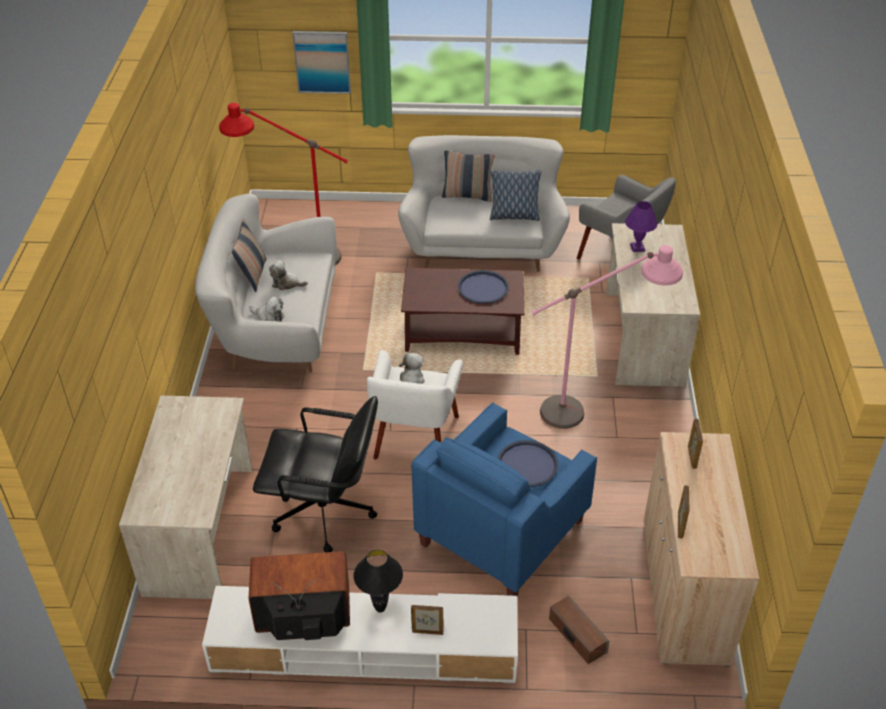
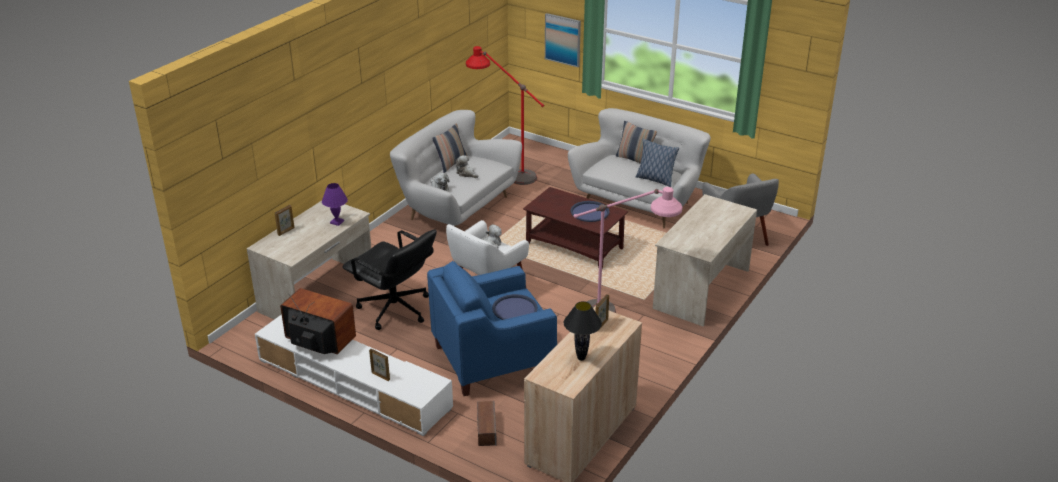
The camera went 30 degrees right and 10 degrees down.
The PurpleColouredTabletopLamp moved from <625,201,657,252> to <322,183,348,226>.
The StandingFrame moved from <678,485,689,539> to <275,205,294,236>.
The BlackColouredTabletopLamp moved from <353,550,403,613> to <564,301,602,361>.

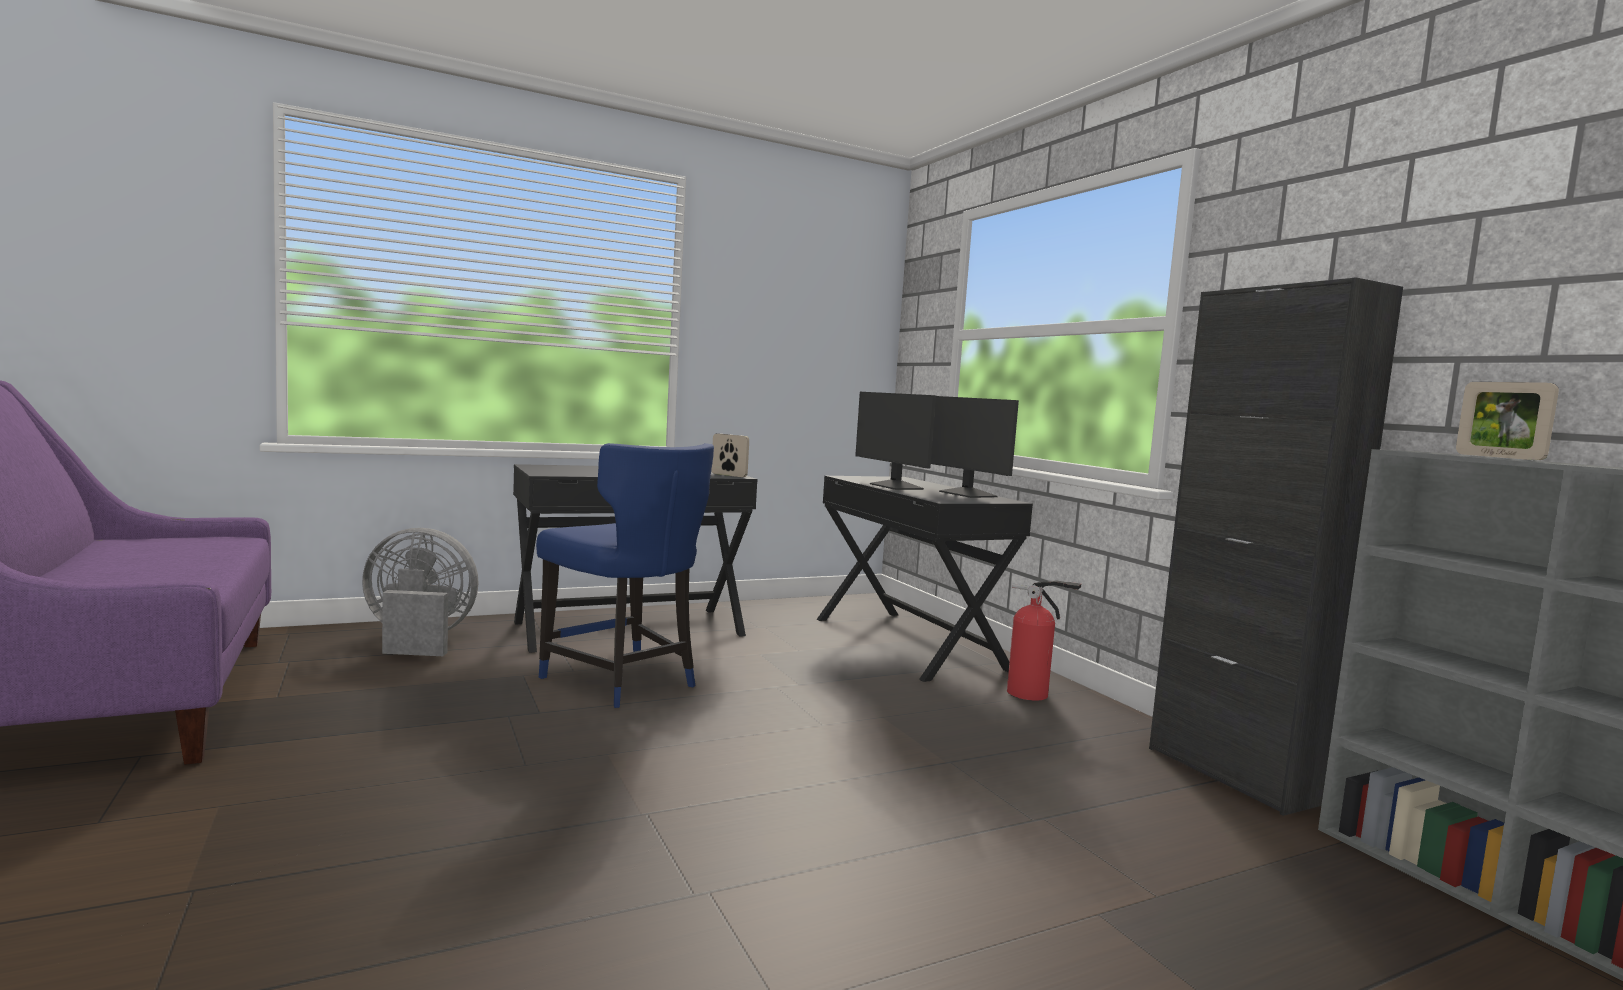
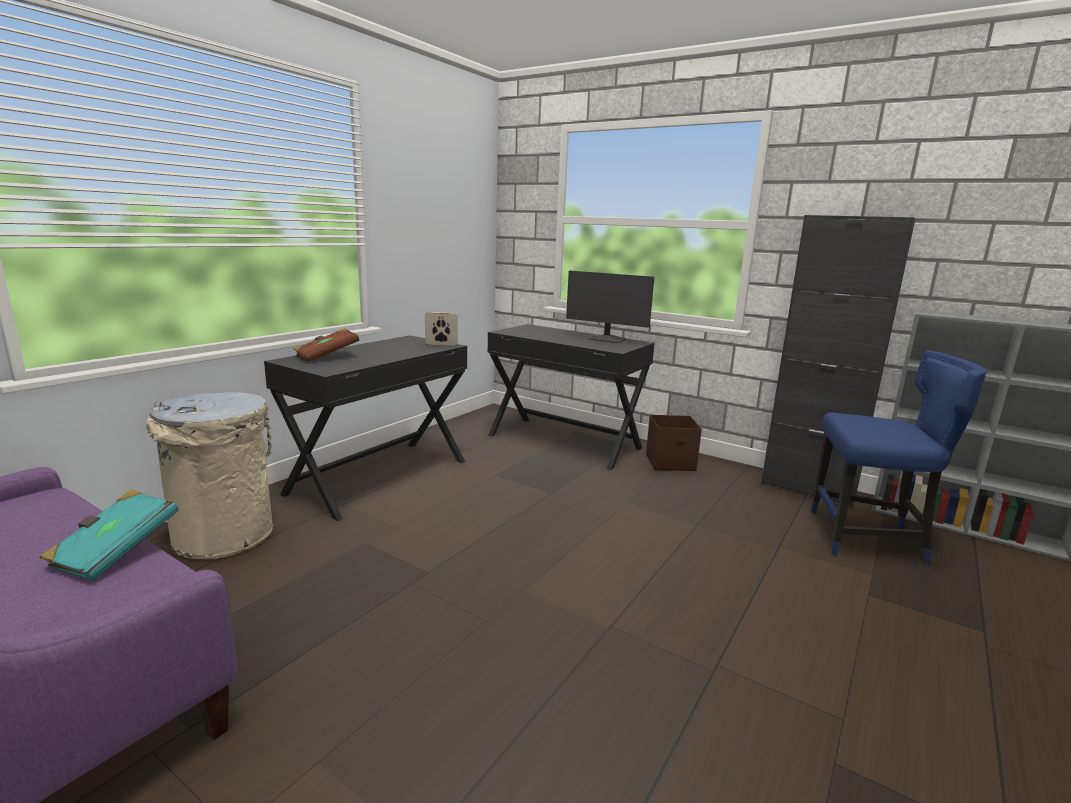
The camera went 30 degrees left and 10 degrees up.
The StandingFrame at <1456,382,1559,460> disappeared.
The ComputerDisplay at <855,392,936,490> disappeared.
The BlueColouredPlainChair moved from <536,443,714,708> to <811,350,987,564>.
The GrayCoolingFan at <362,528,479,656> was replaced by the BeigeColouredRubbishBin at <146,392,273,559>.
The FireFightingCylinder at <1007,580,1081,701> was replaced by the BrownColouredStorageBin at <646,415,702,471>.
The BrownColouredBoundBook at <293,328,359,362> appeared.
The TurquoiseBoundBook at <39,490,179,581> appeared.

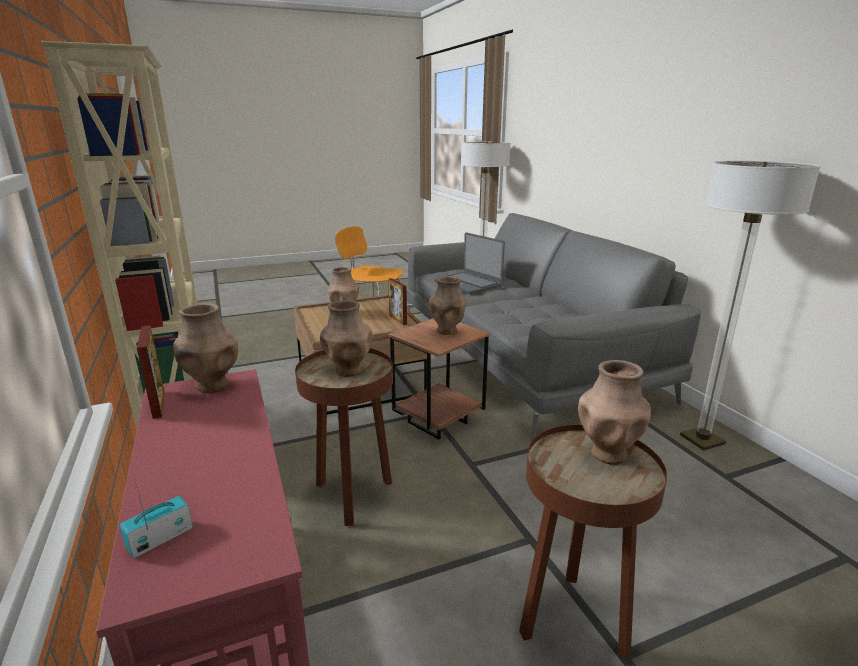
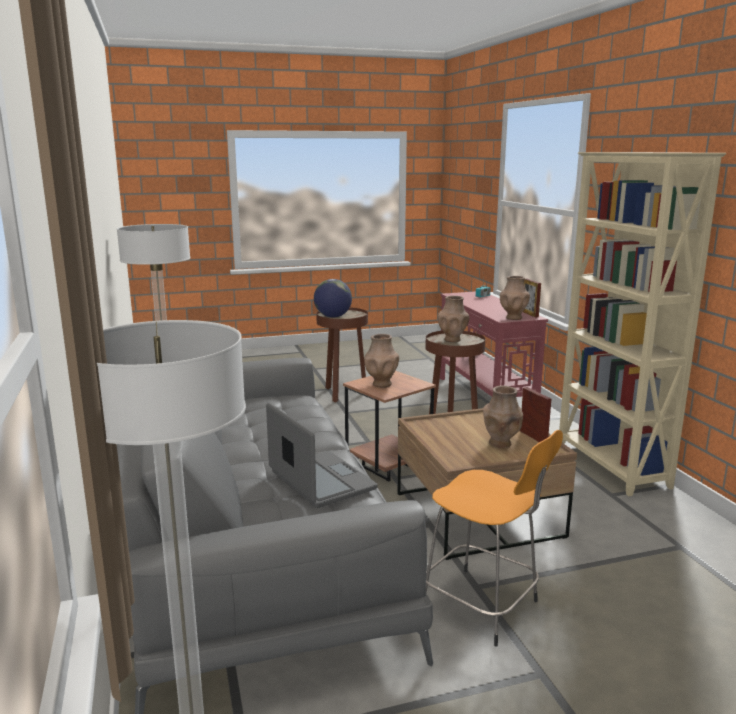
The camera went 175 degrees left and 5 degrees down.
The StandingFrame moved from <388,278,407,325> to <520,387,551,442>.
The BrownColouredVase at <578,360,651,465> was replaced by the Globe at <314,279,352,318>.

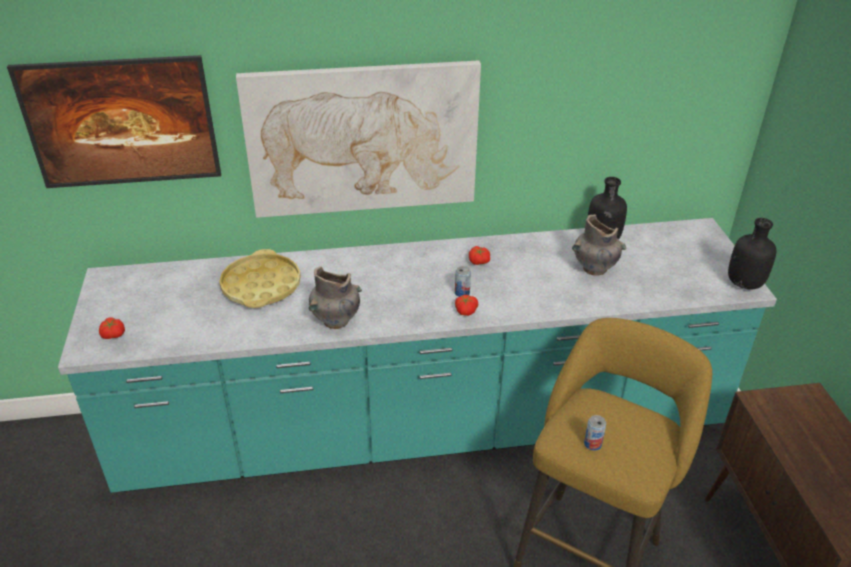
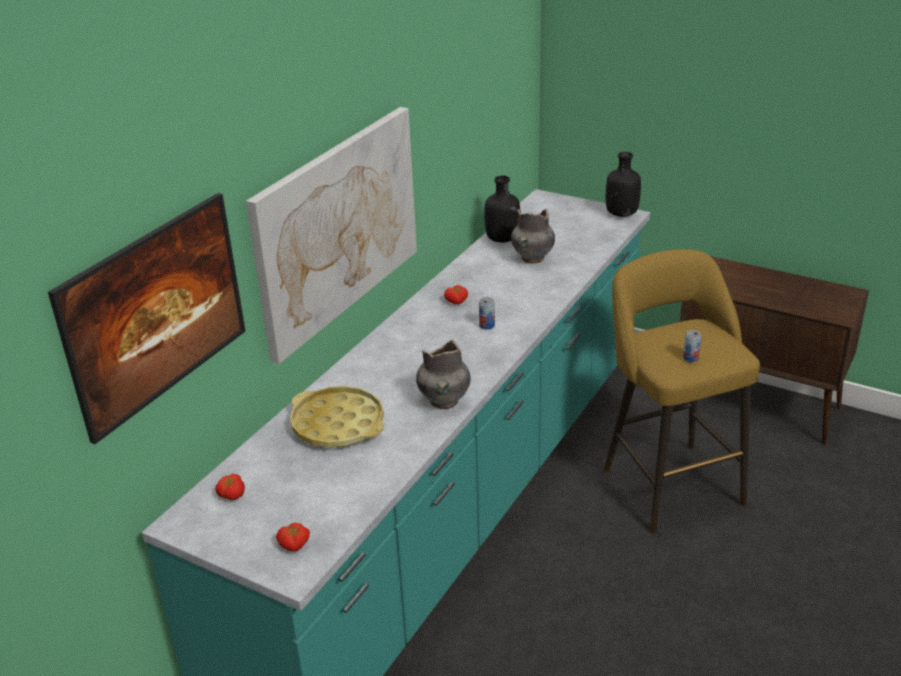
The camera went 50 degrees left and 5 degrees down.
The WholeTomato moved from <455,295,478,316> to <216,474,245,500>.

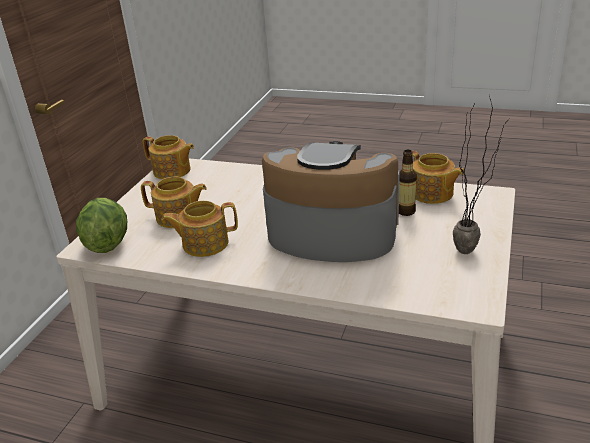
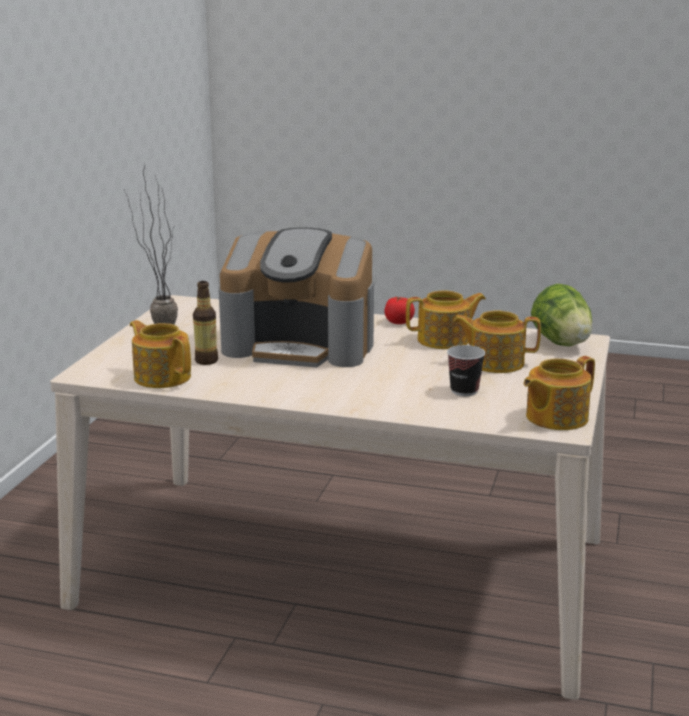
The camera went 175 degrees right and 10 degrees down.
The PotForTea at <143,135,194,179> turned 60 degrees counterclockwise.
The WholeTomato at <384,297,415,324> appeared.
The DrinkingCup at <447,345,485,396> appeared.

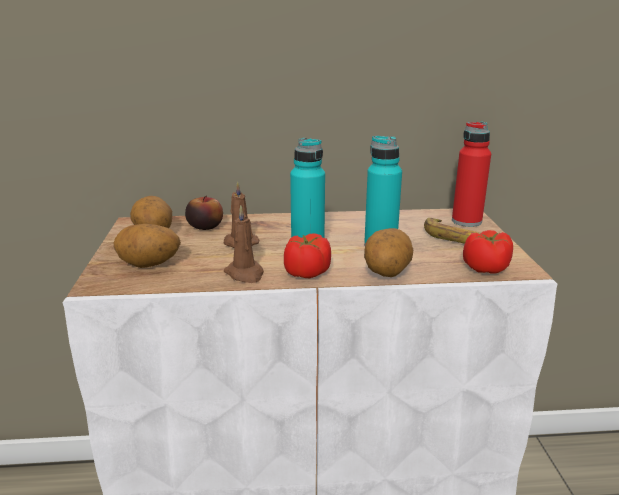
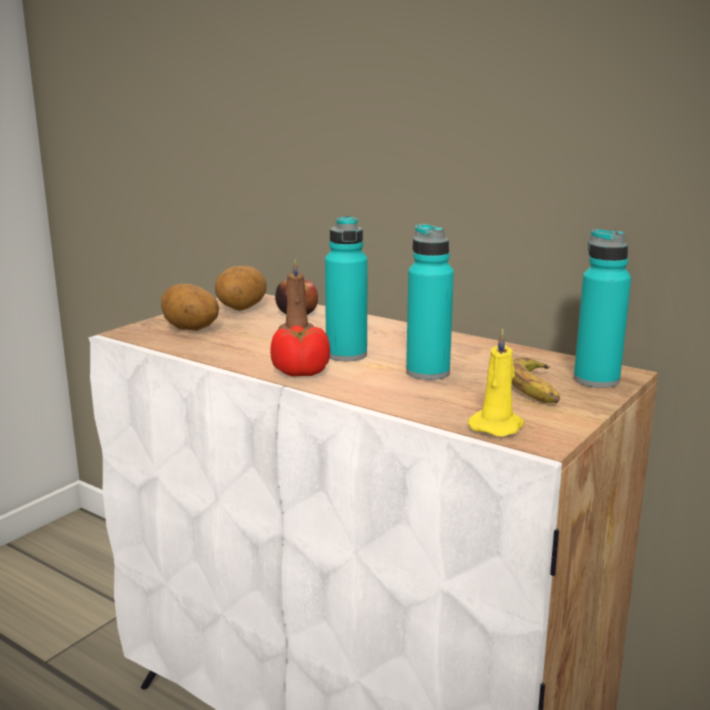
The camera went 40 degrees right and 5 degrees down.
The ReddishDrinkBottle at <452,122,491,227> became the TurquoiseDrinkBottle at <574,229,631,388>.
The BrownColouredWaxLight at <224,205,264,283> disappeared.
The Spud at <364,228,413,277> disappeared.
The WholeTomato at <463,230,513,274> was replaced by the YellowWaxLight at <468,328,524,437>.

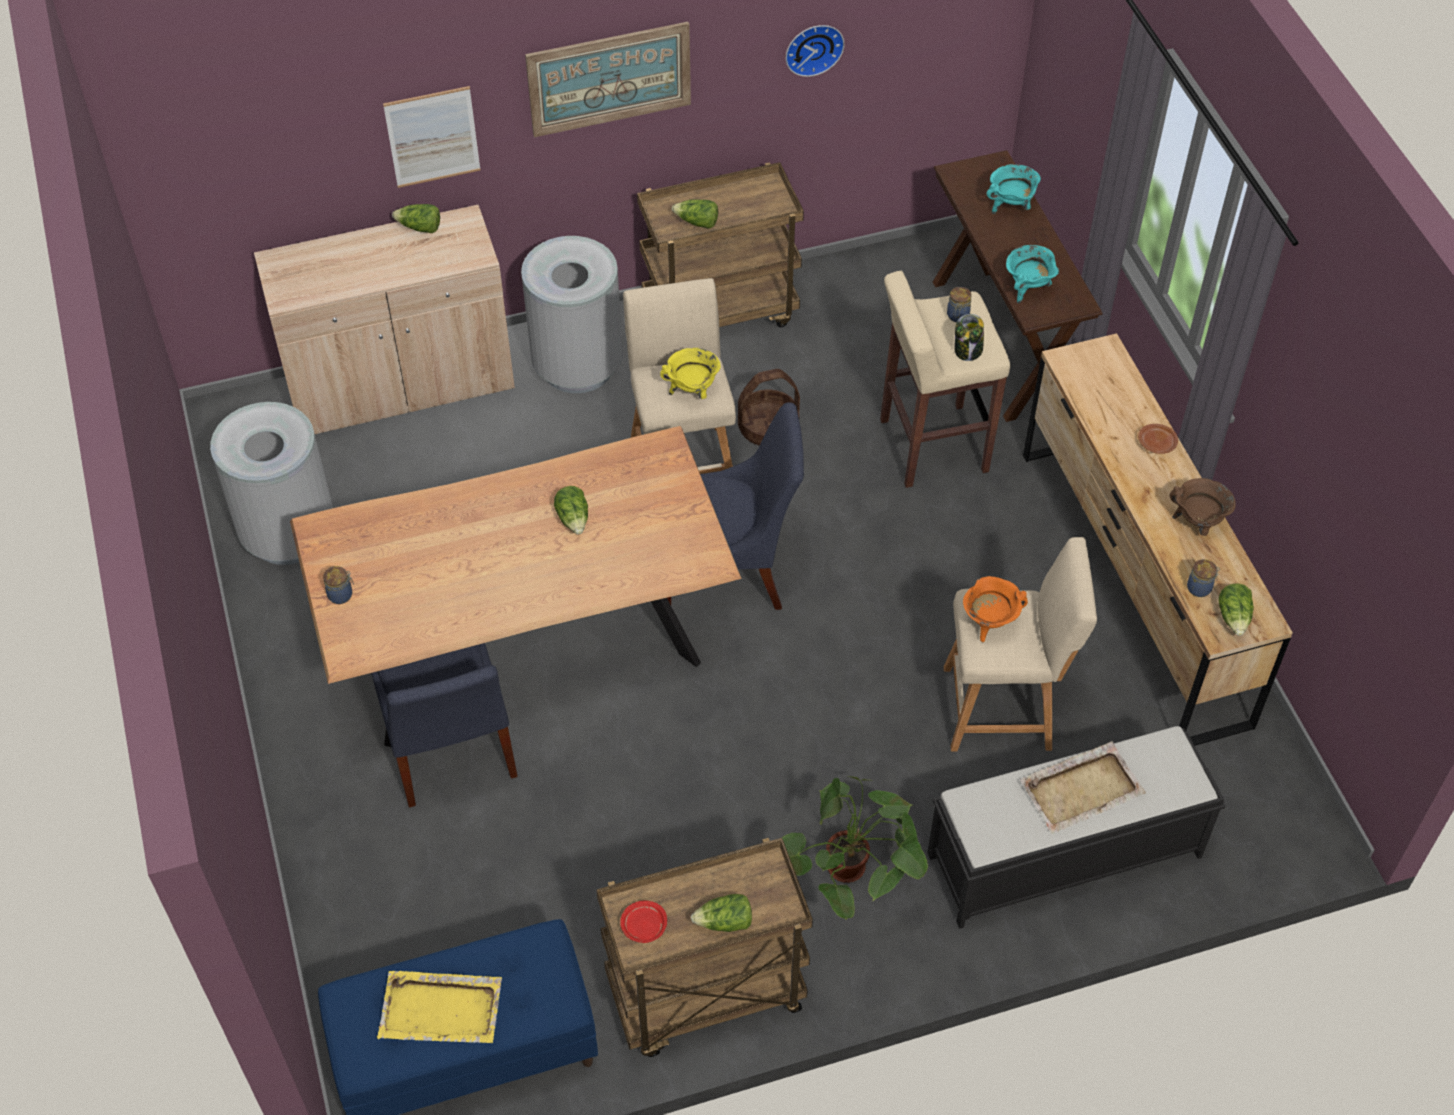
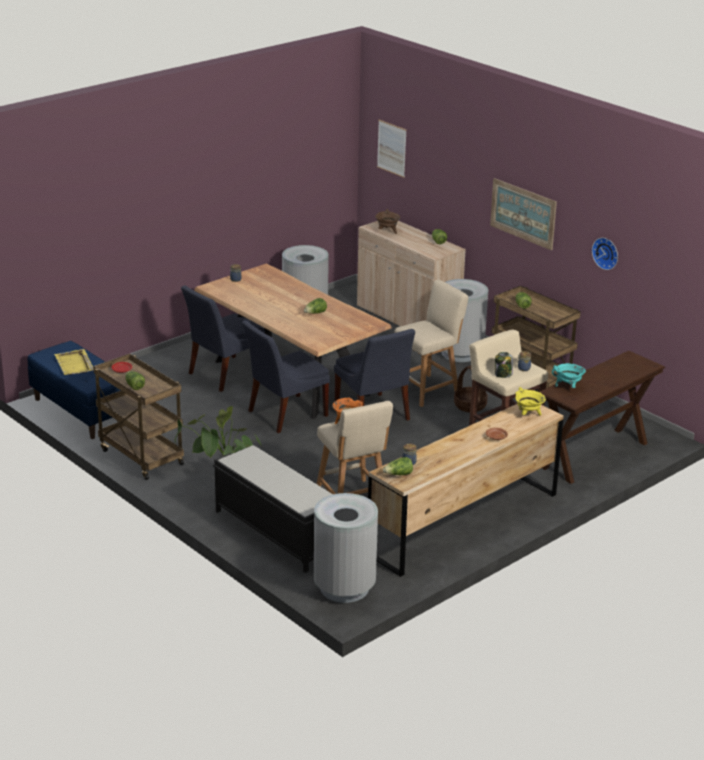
The camera went 65 degrees right and 25 degrees down.
The WallArt moved from <383,86,481,188> to <377,120,407,178>.
The TurquoiseSaucepot at <987,164,1041,214> disappeared.
The YellowSaucepot moved from <660,348,721,399> to <515,387,546,416>.
The BrownColouredSaucepot moved from <1169,478,1236,536> to <375,209,400,234>.
The BeigeColouredServingTray at <1020,741,1146,834> disappeared.
The BlueColouredPlainChair at <242,320,330,433> appeared.
The GrayRubbishBin at <314,493,378,603> appeared.

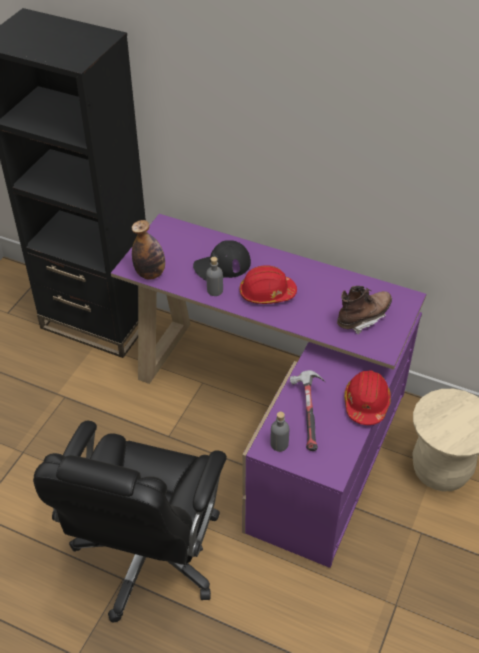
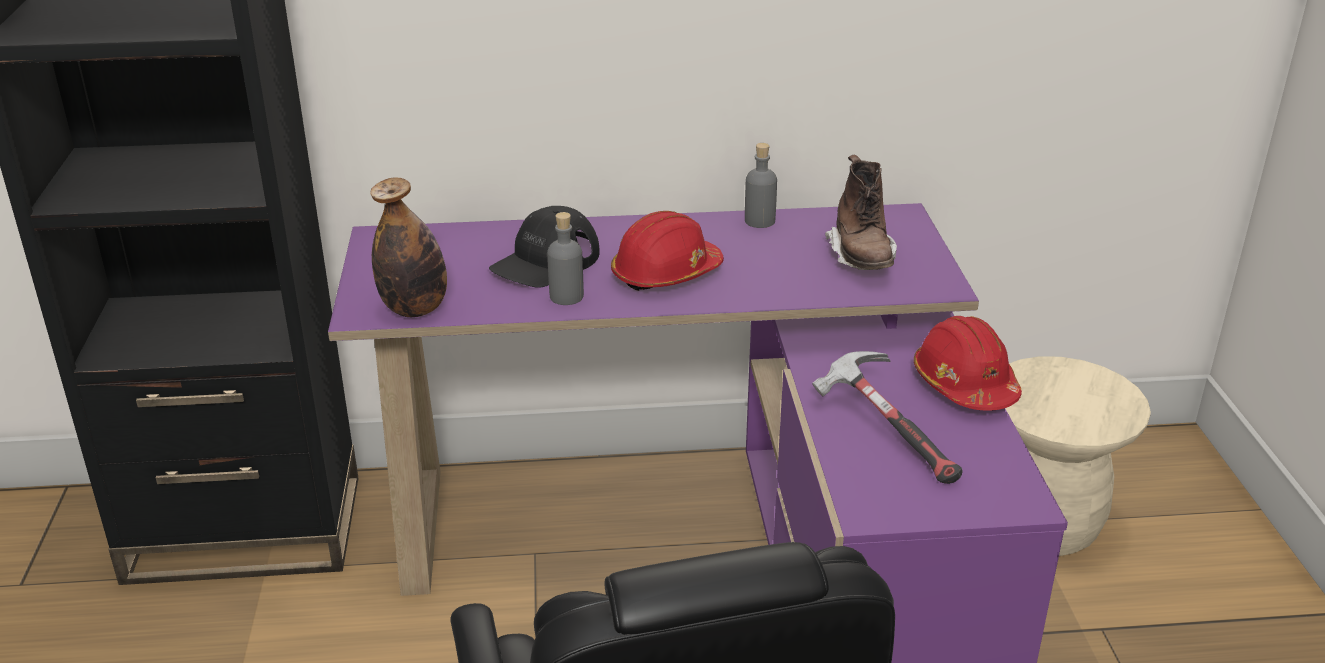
The camera went 30 degrees left and 15 degrees down.
The BrownColouredBoot at <337,286,392,335> turned 150 degrees clockwise.
The GrayDrinkBottle moved from <270,412,289,452> to <745,143,777,228>.

